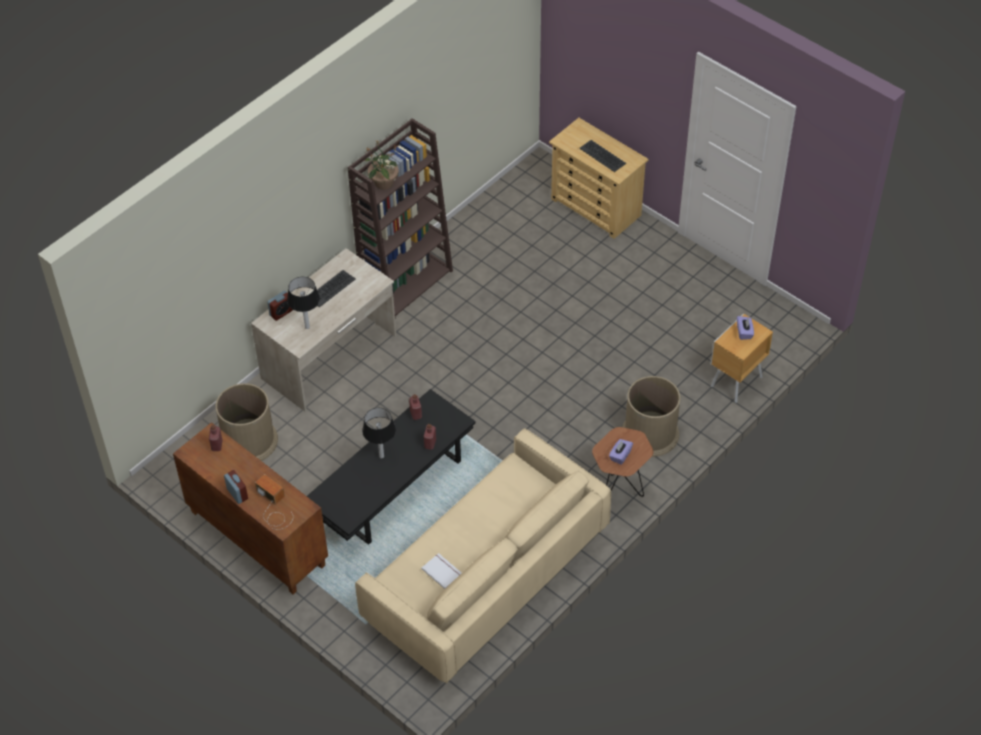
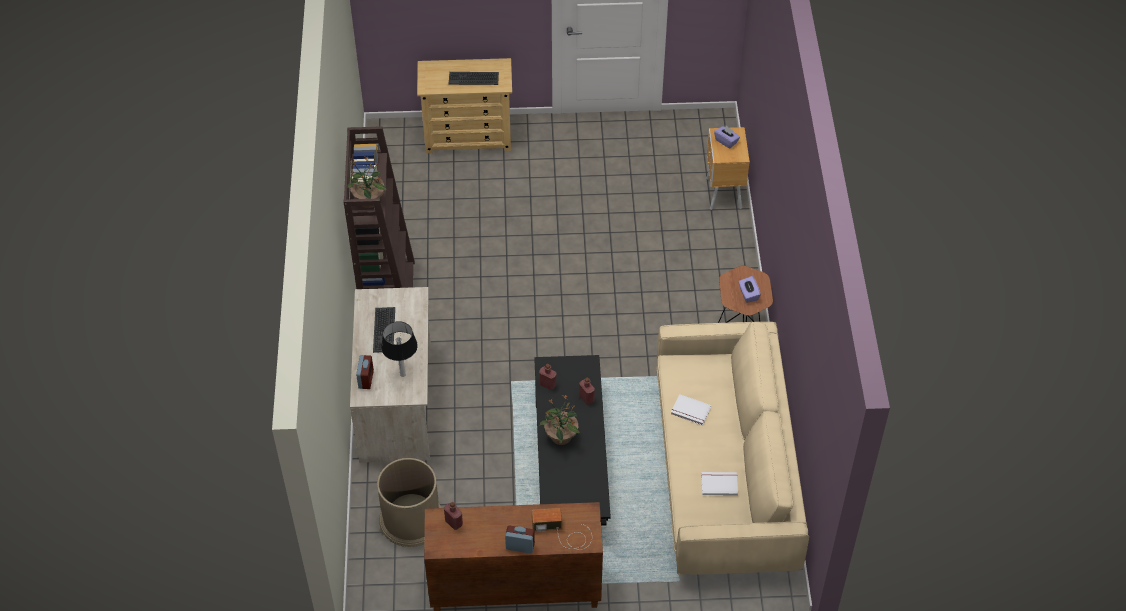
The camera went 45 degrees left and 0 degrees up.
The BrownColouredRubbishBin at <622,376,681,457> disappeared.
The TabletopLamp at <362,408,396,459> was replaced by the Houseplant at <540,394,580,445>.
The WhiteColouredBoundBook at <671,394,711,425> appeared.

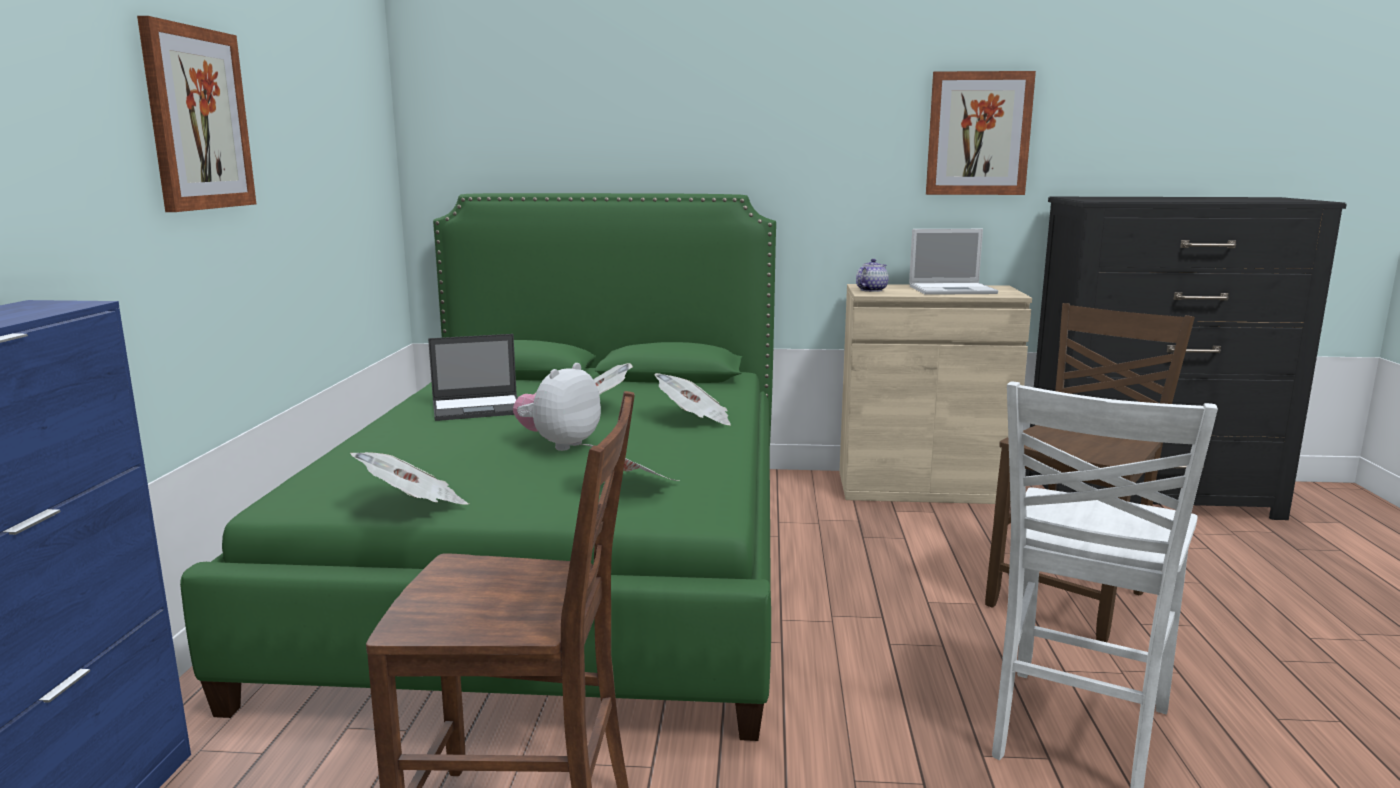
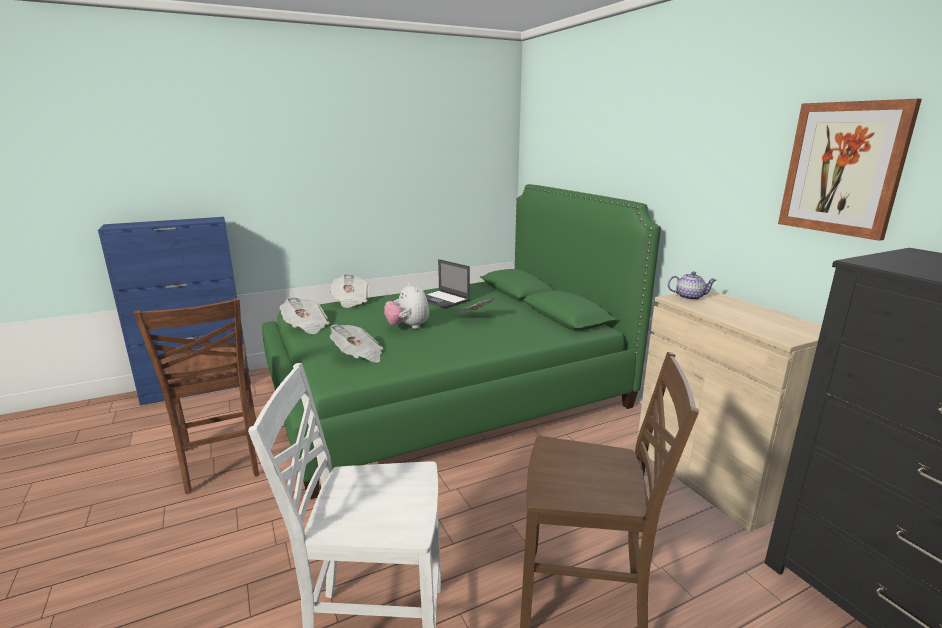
The camera went 60 degrees right and 5 degrees up.
The WallArt at <137,16,256,212> disappeared.
The NotebookComputer at <909,229,998,295> disappeared.
The PlushToy at <513,363,601,451> turned 120 degrees counterclockwise.
The DailyPaper moved from <654,373,731,425> to <330,274,369,308>.

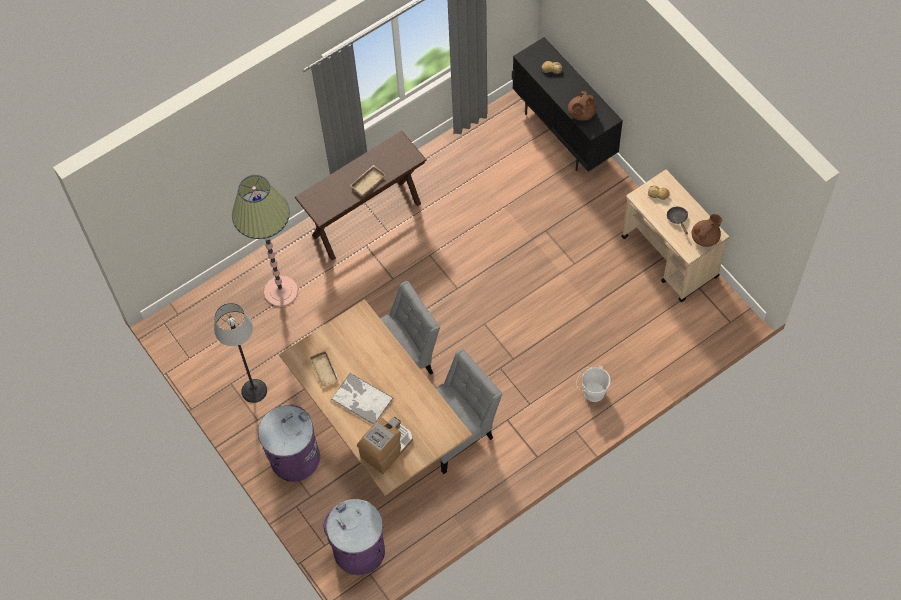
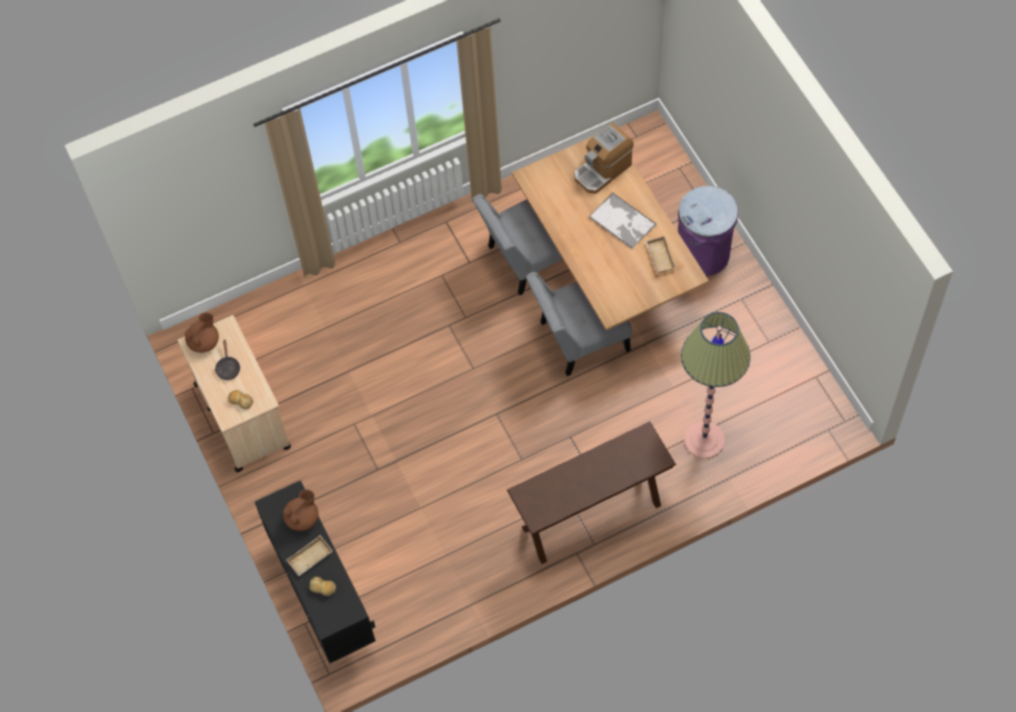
The camera went 170 degrees left and 0 degrees up.
The BeigeColouredServingTray moved from <350,165,386,195> to <286,535,333,576>.
The BrownColouredPotForTea at <692,214,722,247> turned 150 degrees clockwise.
The StandardLamp at <214,303,267,403> disappeared.
The WhiteColouredBucket at <576,366,611,402> disappeared.
The PurpleColouredRubbishBin at <323,499,385,575> disappeared.

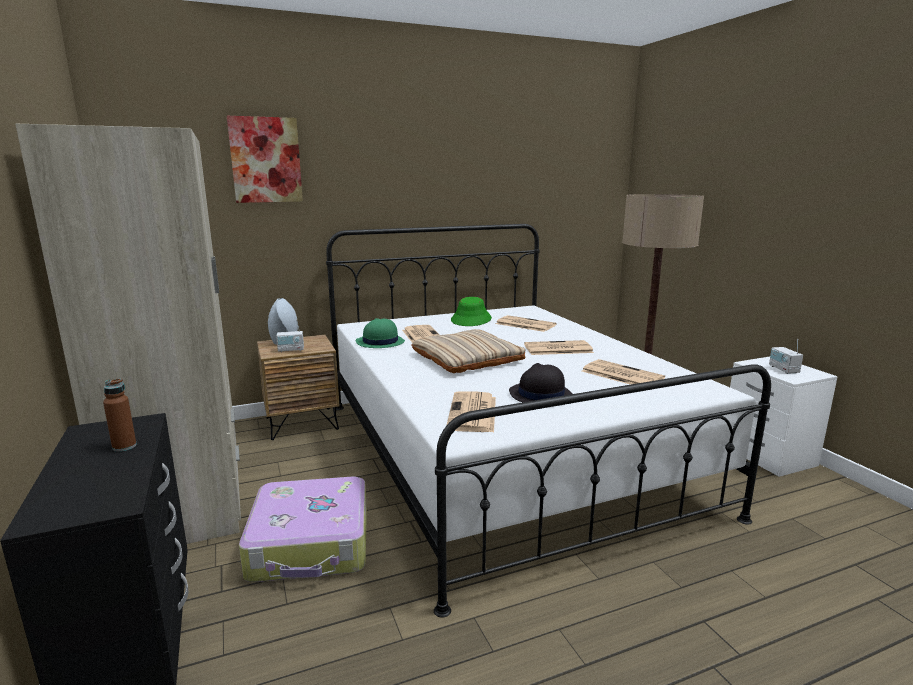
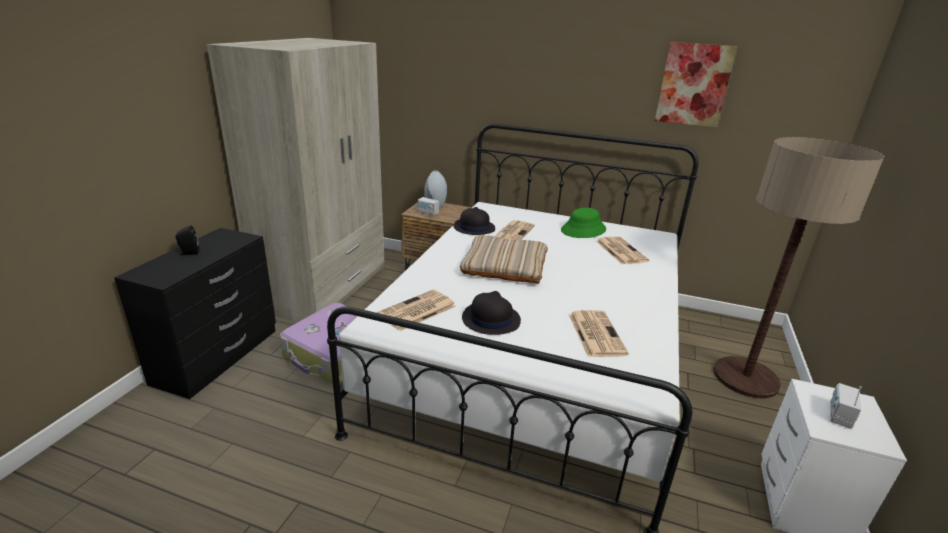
The camera went 40 degrees right and 10 degrees up.
The WallArt moved from <227,116,303,203> to <655,42,737,127>.
The GreenColouredWearableHat at <356,318,405,348> became the BlackColouredWearableHat at <454,207,495,235>.
The DailyPaper at <524,340,594,355> disappeared.
The BrownColouredDrinkBottle at <103,379,137,452> disappeared.
The BlackColouredLoudspeaker at <176,225,199,255> appeared.

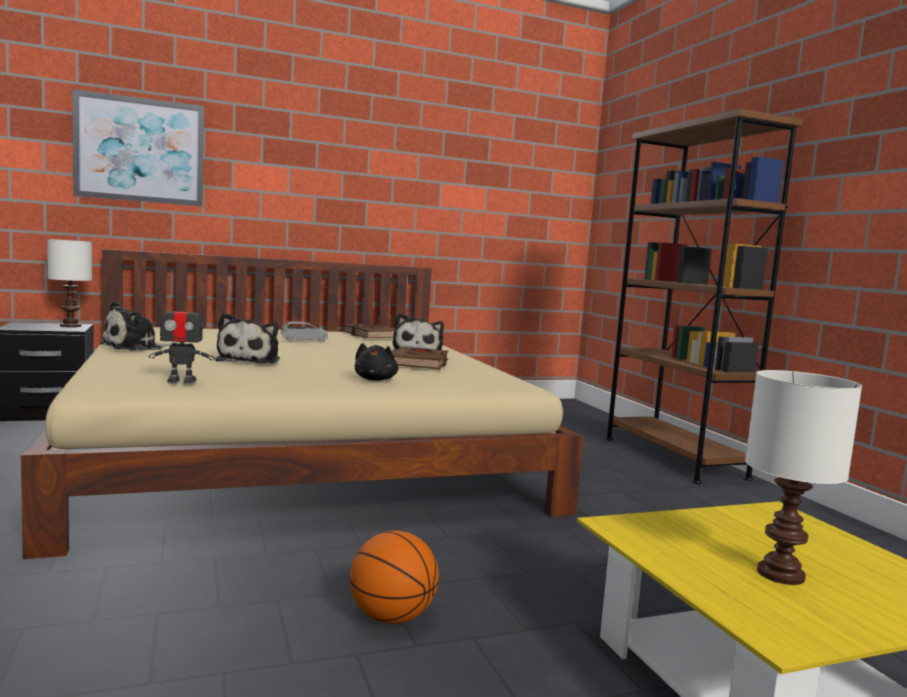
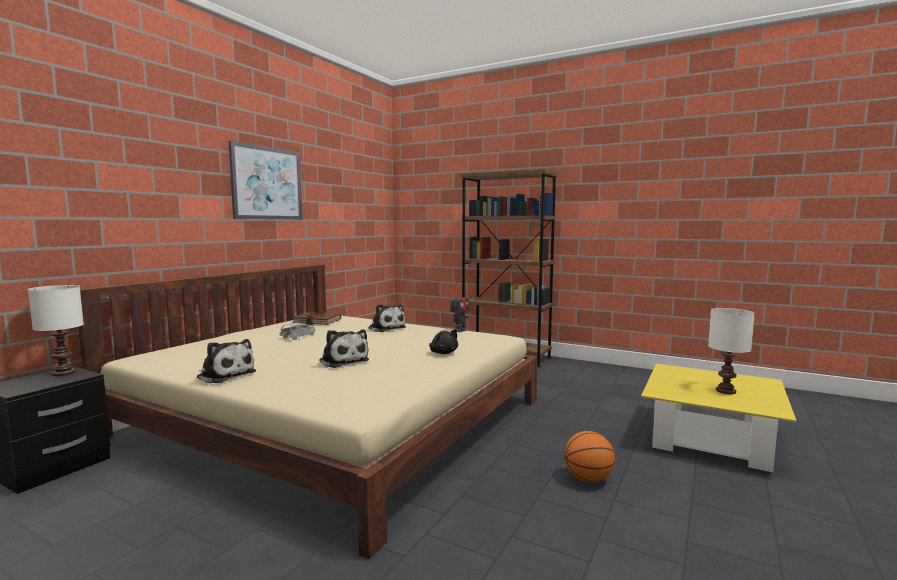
The camera went 40 degrees left and 0 degrees up.
The WallArt moved from <72,89,204,206> to <229,141,303,220>.
The ToyRobot moved from <148,294,215,383> to <449,290,469,332>.
The PlushToy at <99,301,172,351> turned 60 degrees counterclockwise.
The BrownColouredBoundBook at <393,347,448,369> disappeared.

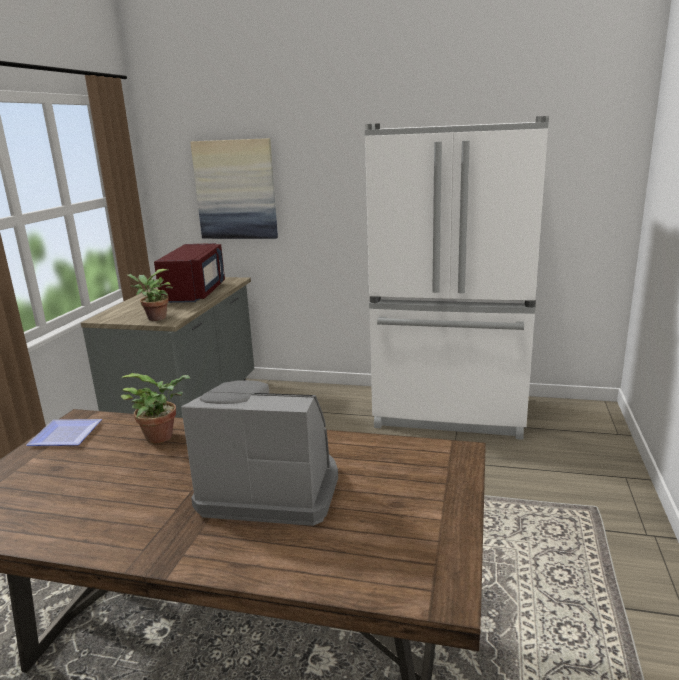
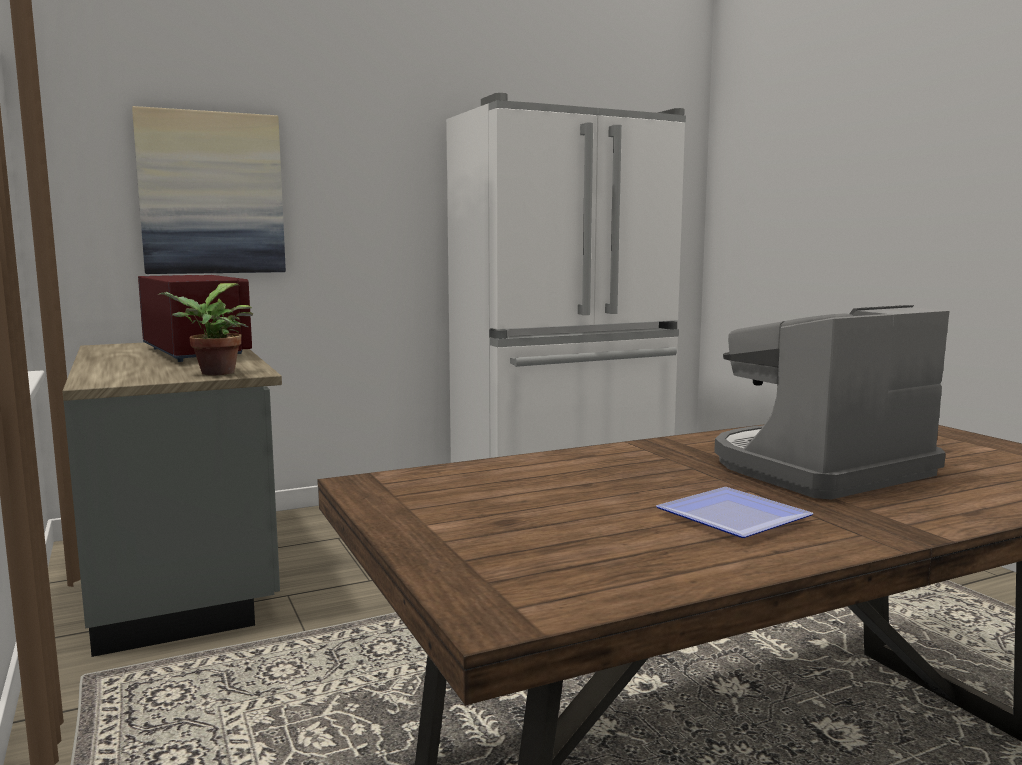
The camera went 40 degrees left and 10 degrees down.
The Houseplant at <121,373,191,444> disappeared.
The Plate moved from <26,419,102,446> to <656,487,813,538>.

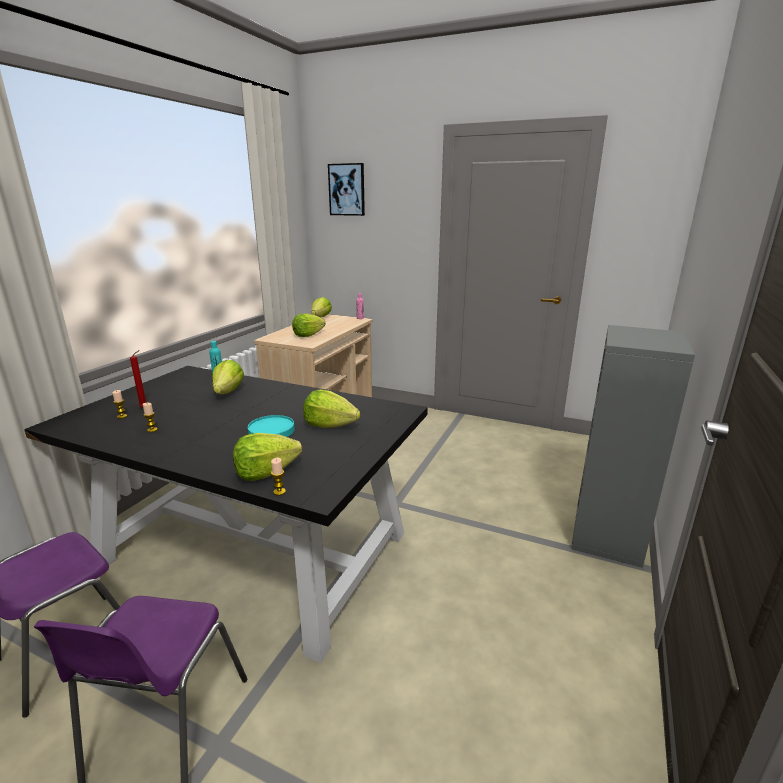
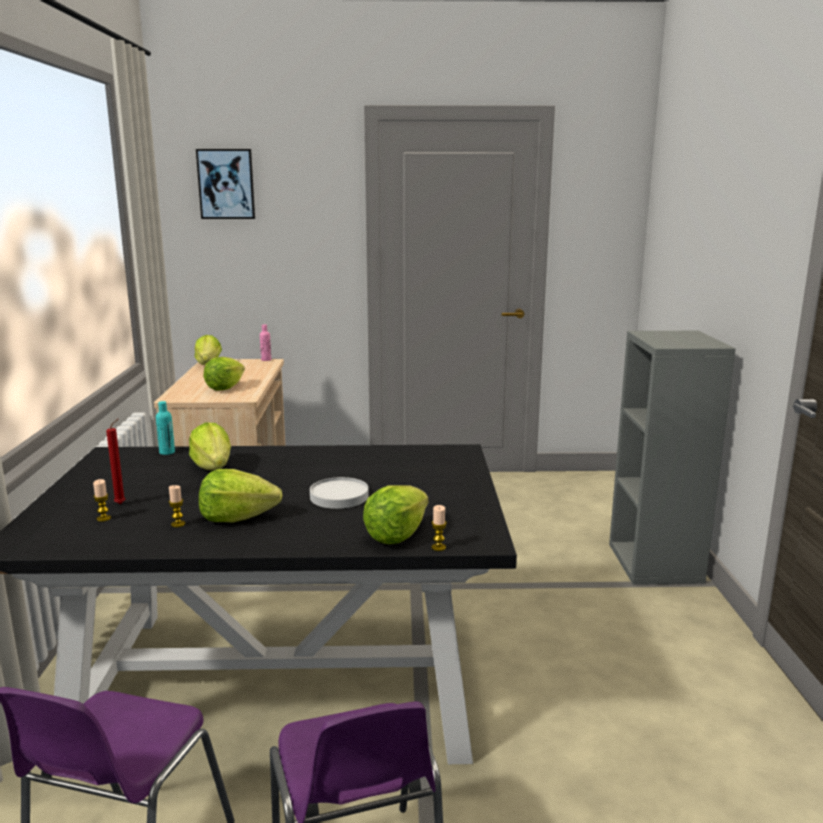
The camera went 25 degrees left and 5 degrees down.
The Lettuce moved from <303,389,360,428> to <199,469,282,522>.
The TurquoisePlate at <248,415,295,437> became the WhiteColouredPlate at <310,477,369,509>.

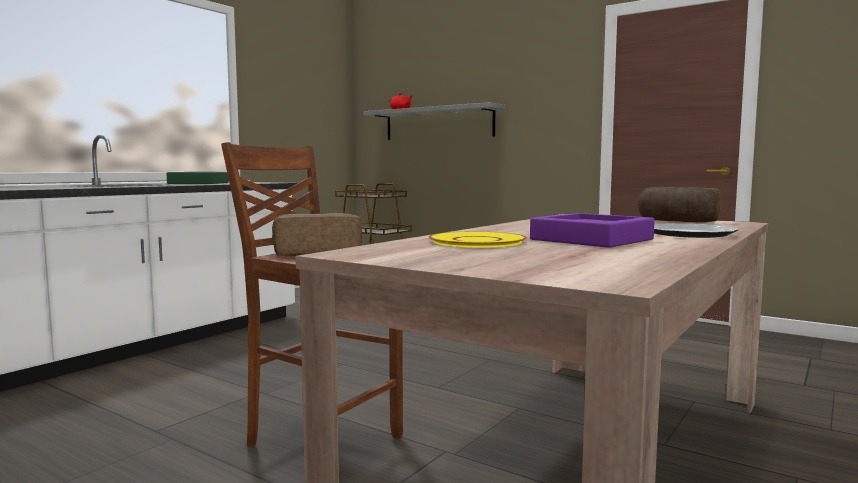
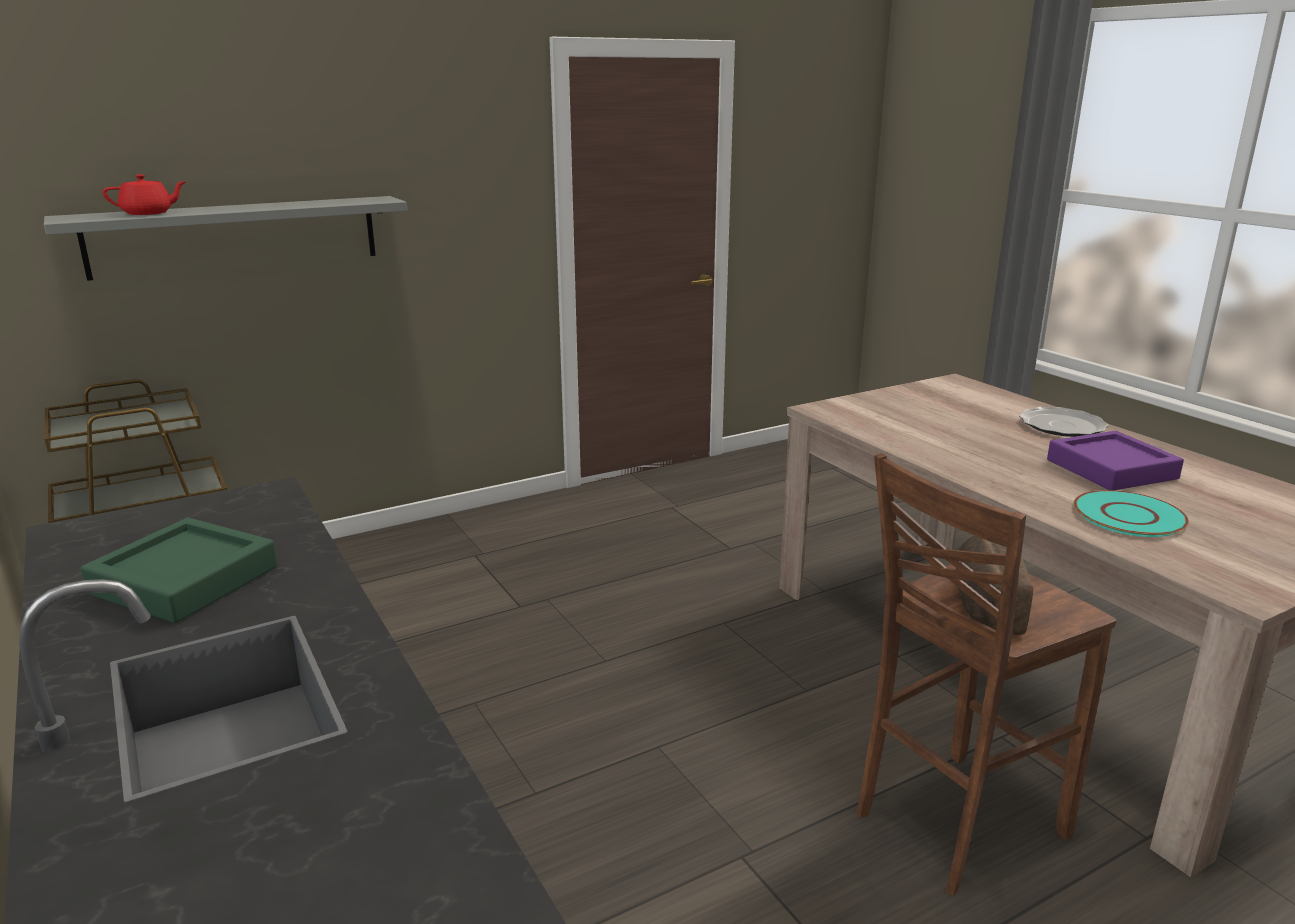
The camera went 65 degrees left and 15 degrees up.
The BakeryBread at <638,187,721,222> disappeared.
The YellowPlate at <429,232,527,248> became the TurquoisePlate at <1074,490,1189,537>.

